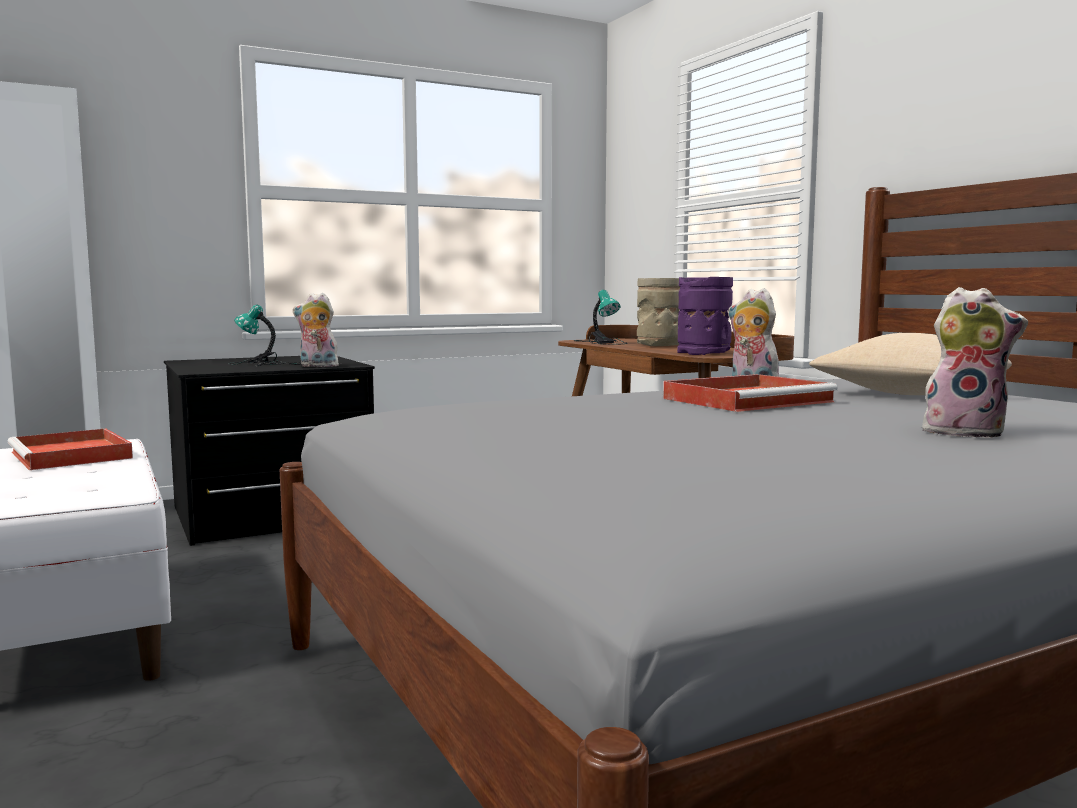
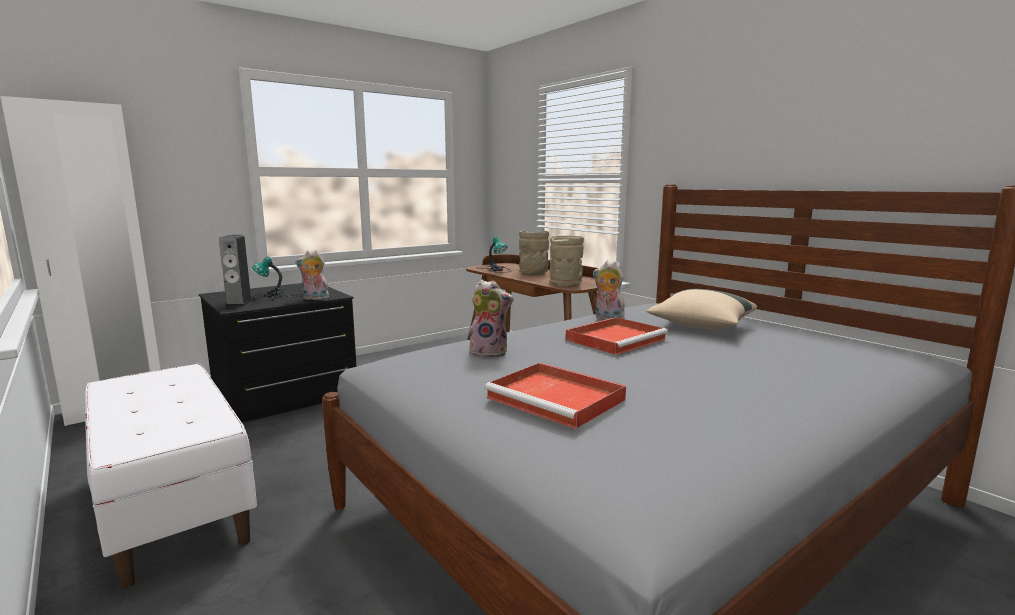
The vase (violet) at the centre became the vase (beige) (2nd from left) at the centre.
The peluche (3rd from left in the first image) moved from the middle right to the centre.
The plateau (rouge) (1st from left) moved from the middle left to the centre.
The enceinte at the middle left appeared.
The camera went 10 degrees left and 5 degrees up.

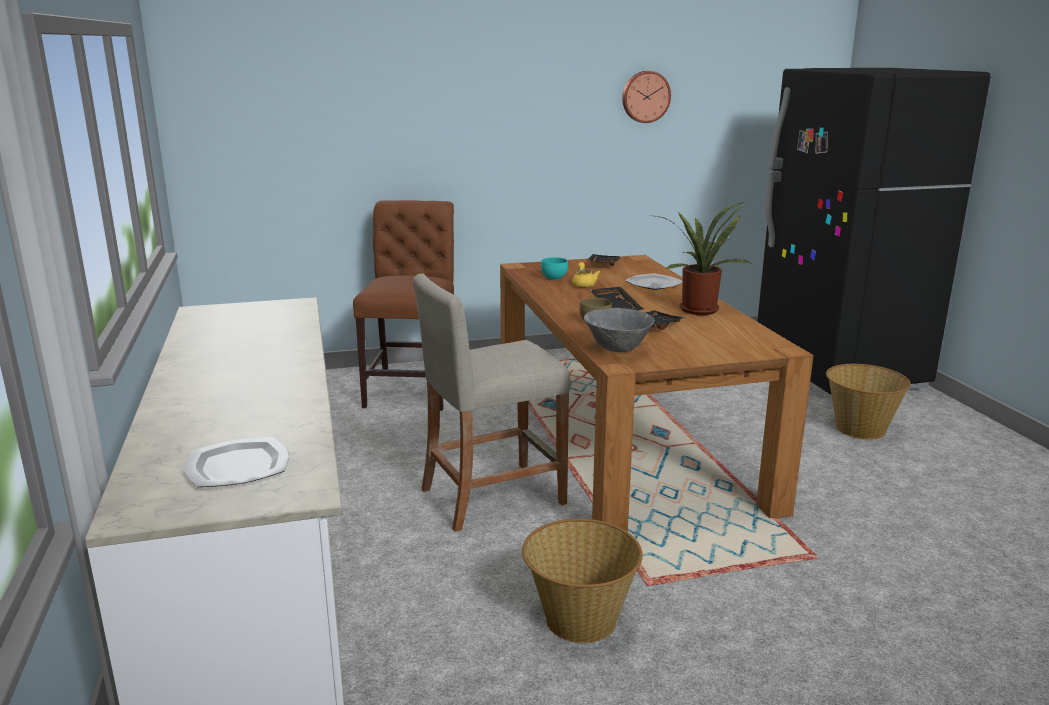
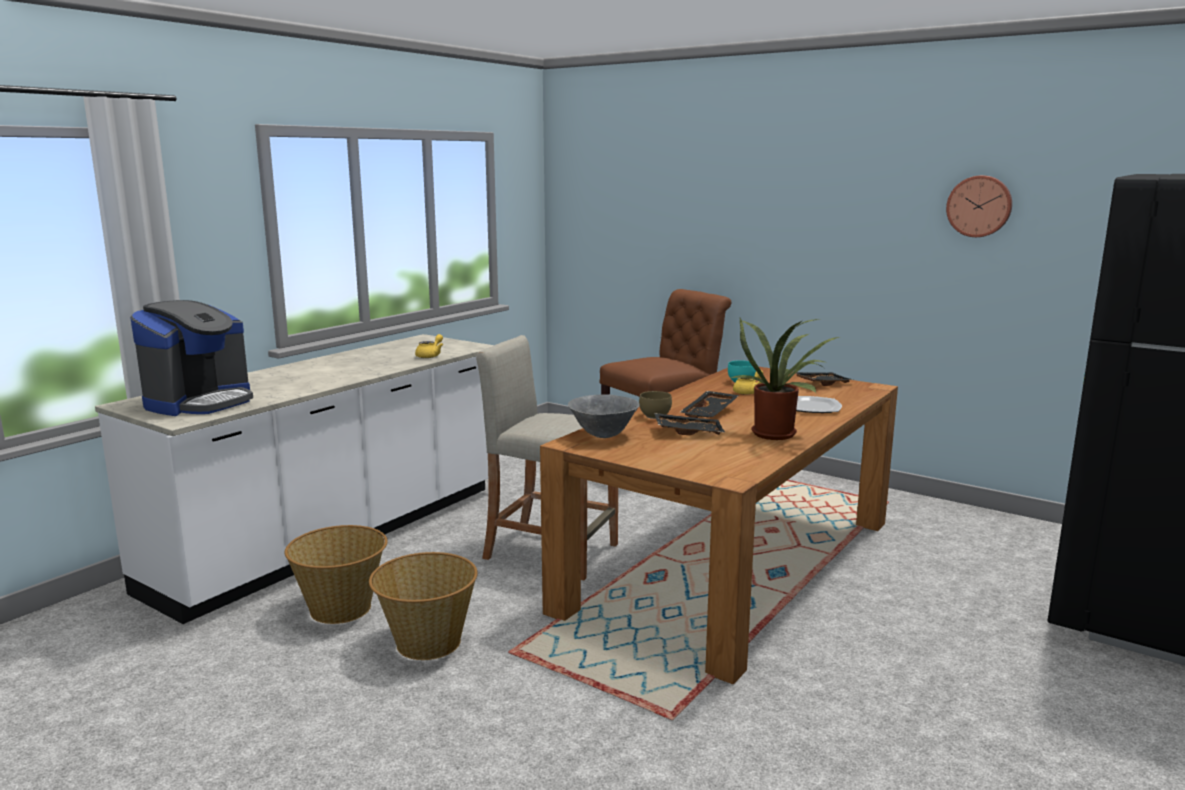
The panier (2nd from left in the first image) moved from the middle right to the bottom left.
The assiette (1st from left) at the middle left was replaced by the machine à café at the middle left.
The théière (jaune) (1st from left) at the centre appeared.
The camera went 50 degrees right and 5 degrees down.

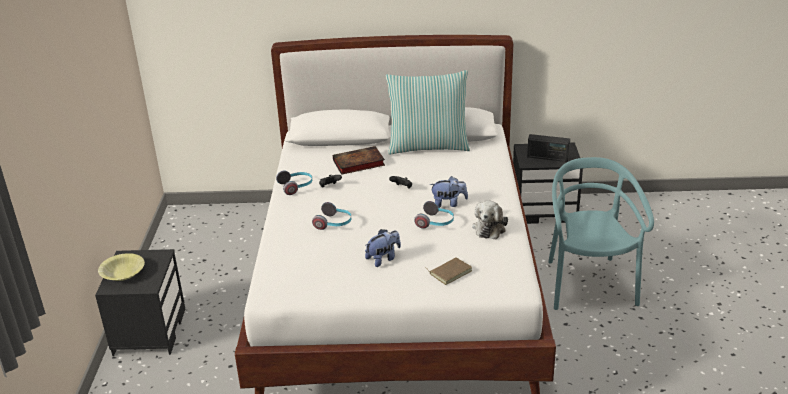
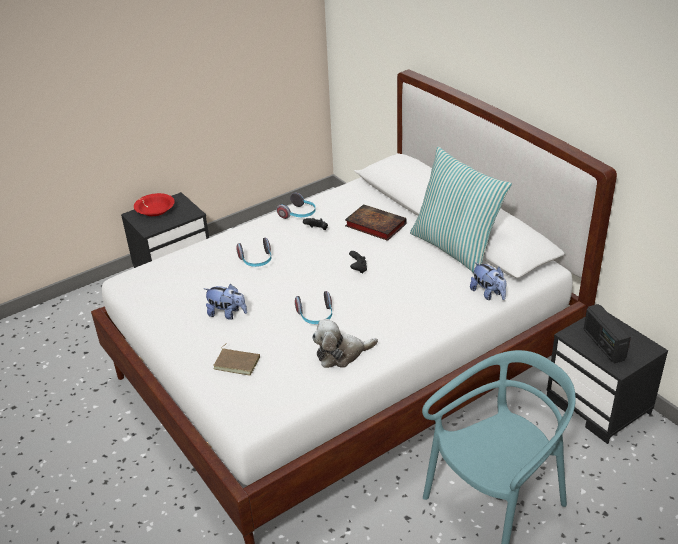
The peluche (2nd from left in the first image) moved from the centre to the middle right.
The bol (jaune) at the bottom left became the bol (rouge) at the middle left.
The camera went 55 degrees right and 5 degrees up.

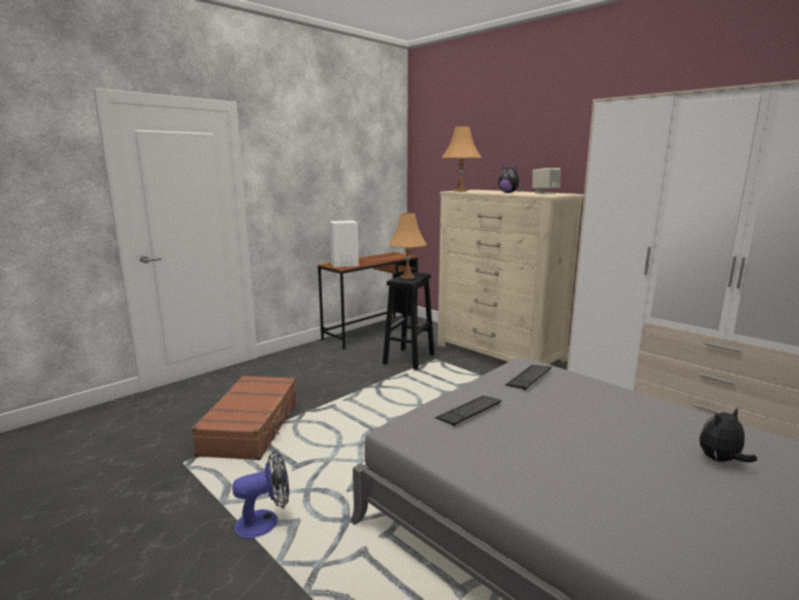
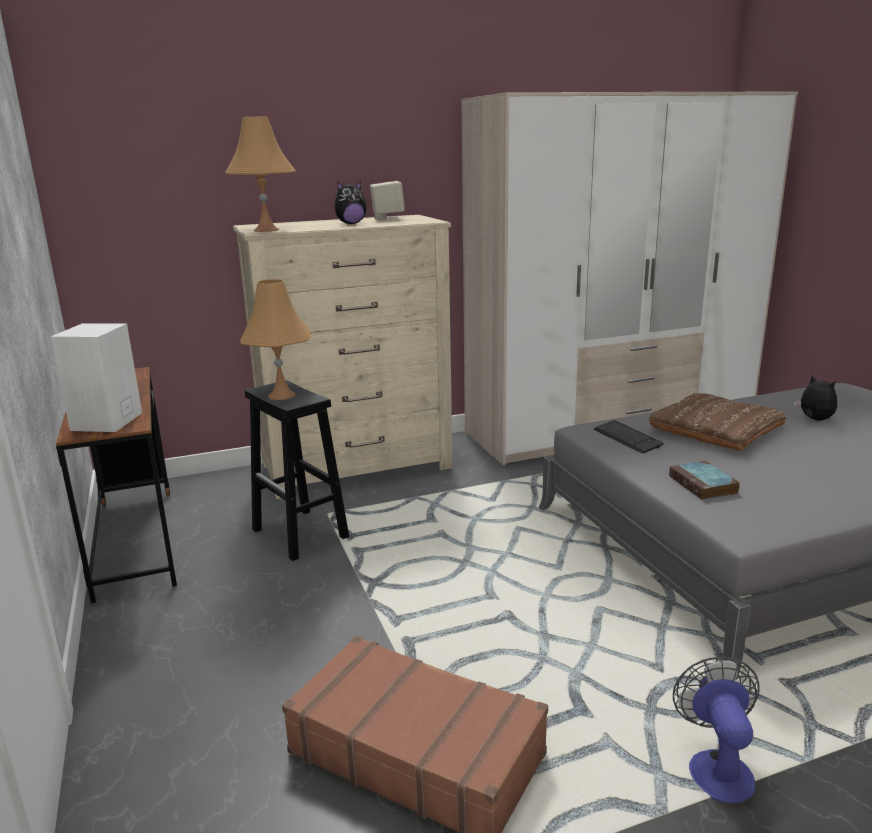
The clavier (1st from left) at the bottom centre was replaced by the livre at the middle right.
The peluche (2nd from left) at the bottom right turned 150 degrees clockwise.
The coussin (marron) at the middle right appeared.
The camera went 65 degrees left and 5 degrees up.

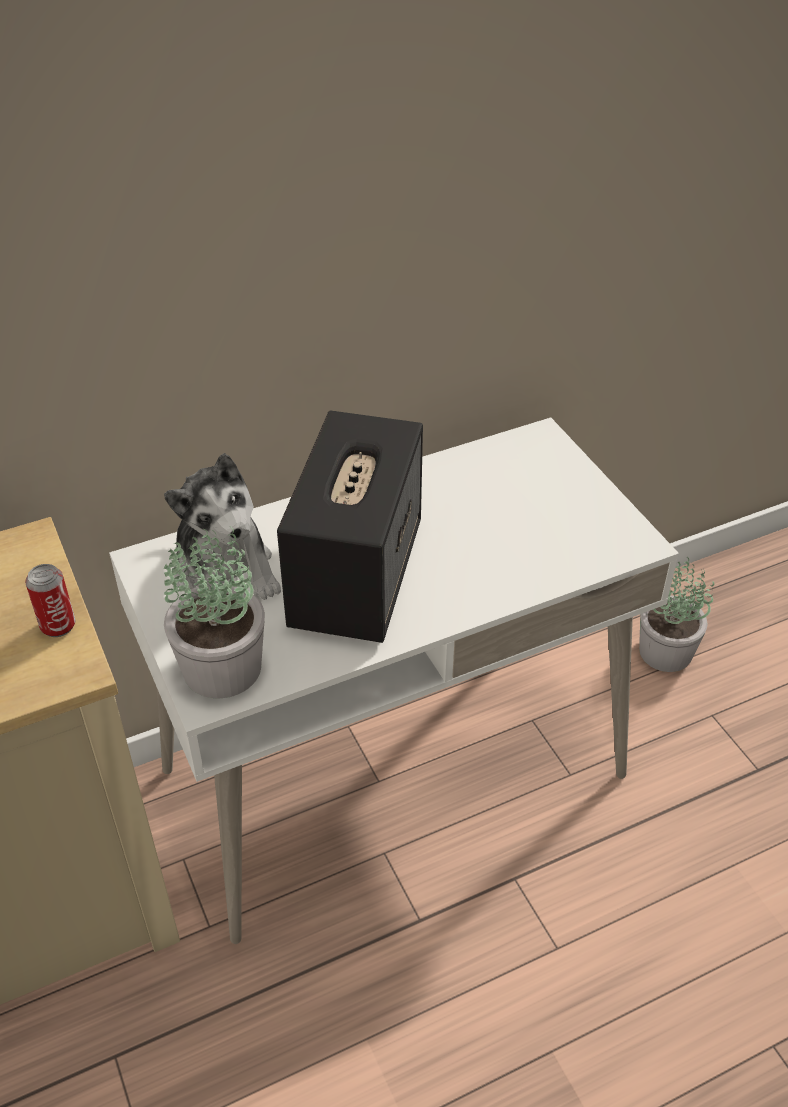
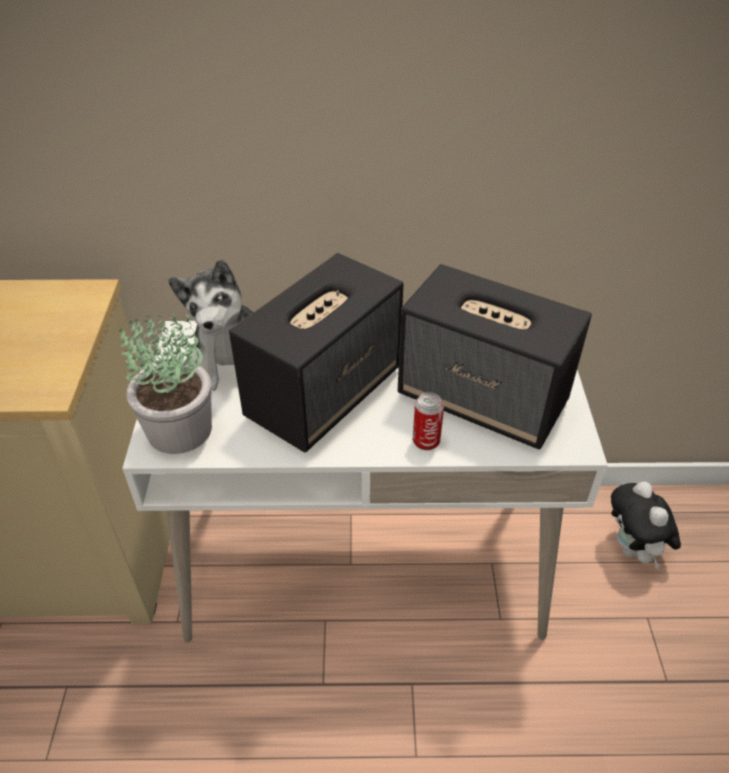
The plante en pot (2nd from left) at the middle right was replaced by the peluche (2nd from left) at the bottom right.
The boîte métallique moved from the middle left to the centre.
The enceinte (2nd from left) at the middle right appeared.
The camera went 25 degrees right and 0 degrees up.

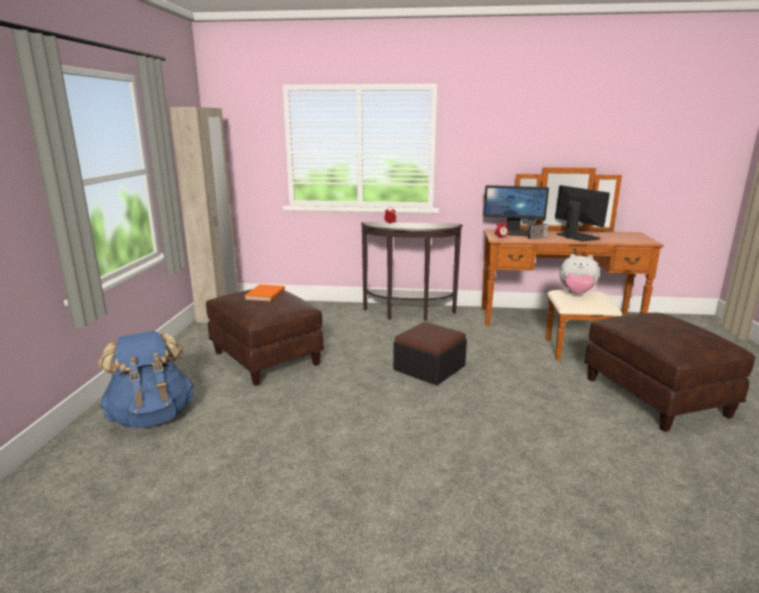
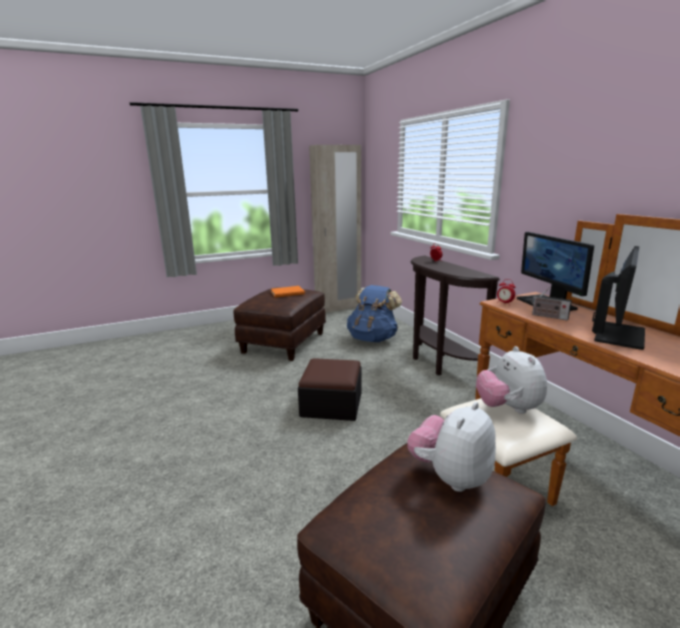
The sac à dos (bleu) moved from the middle left to the centre.
The peluche (1st from left) at the bottom centre appeared.
The camera went 60 degrees right and 0 degrees up.

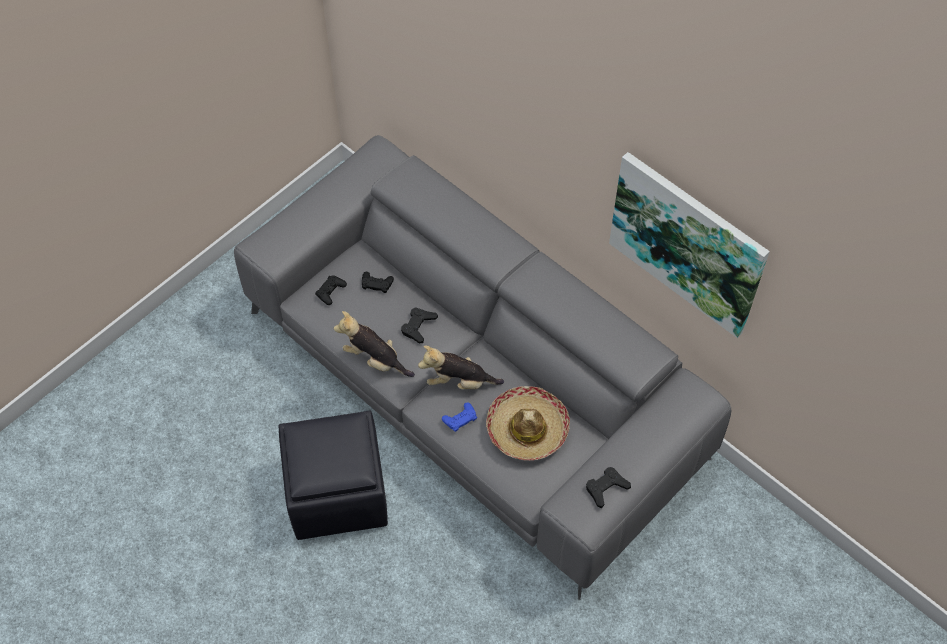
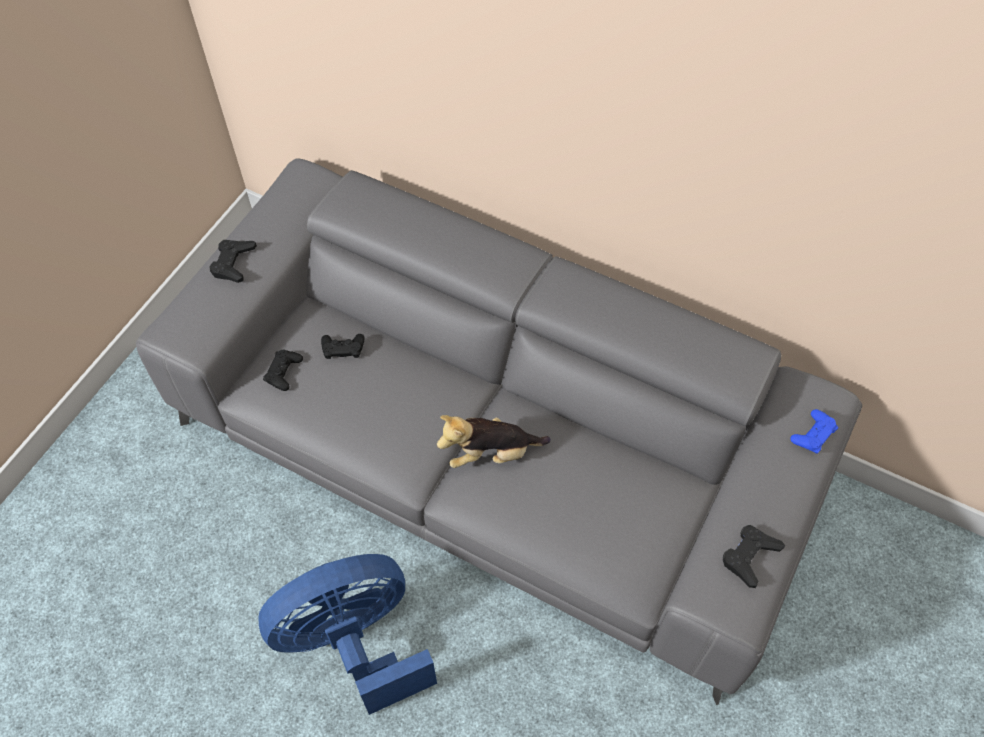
The tableau at the middle right disappeared.
The manette (noir) (3rd from left in the first image) moved from the centre to the middle left.
The peluche (1st from left) at the centre disappeared.
The chapeau at the centre disappeared.
The manette (bleu) moved from the centre to the middle right.
The pouf (noir) at the bottom centre was replaced by the ventilateur (bleu) at the bottom centre.
The camera went 15 degrees left and 0 degrees up.

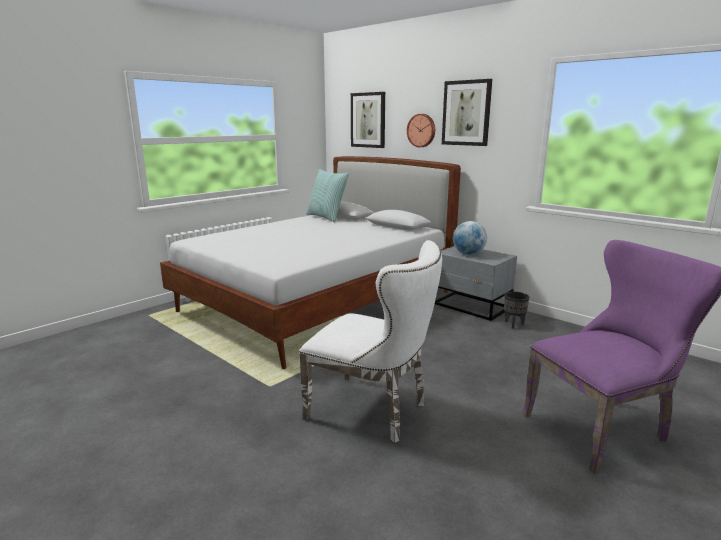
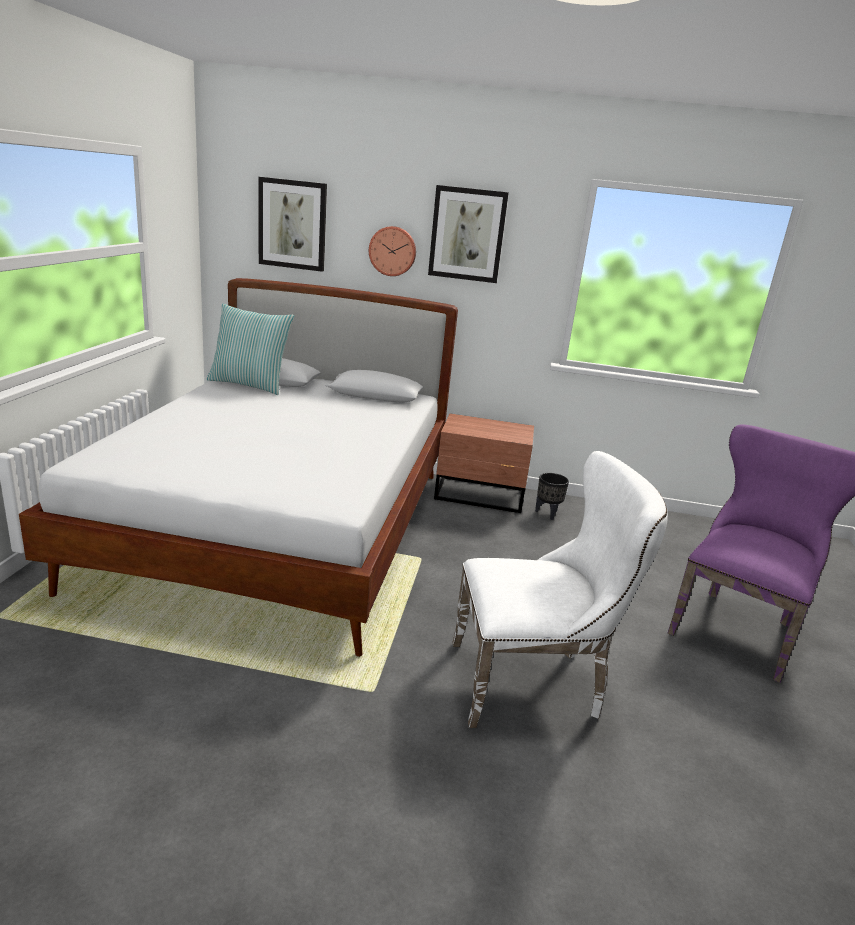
The globe at the centre disappeared.
The table de chevet (gris) at the centre became the table de chevet (marron) at the centre.
The camera went 35 degrees left and 5 degrees up.

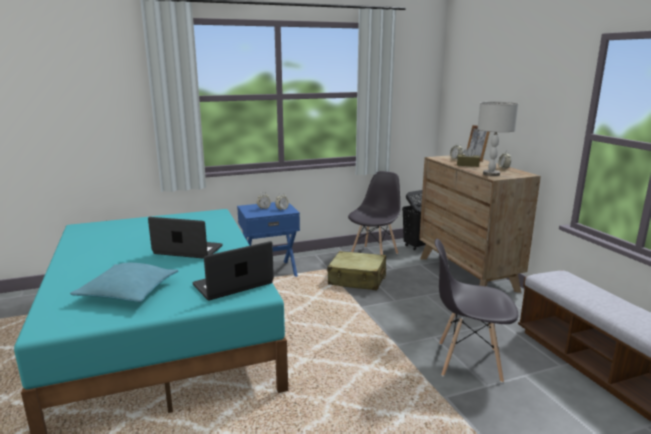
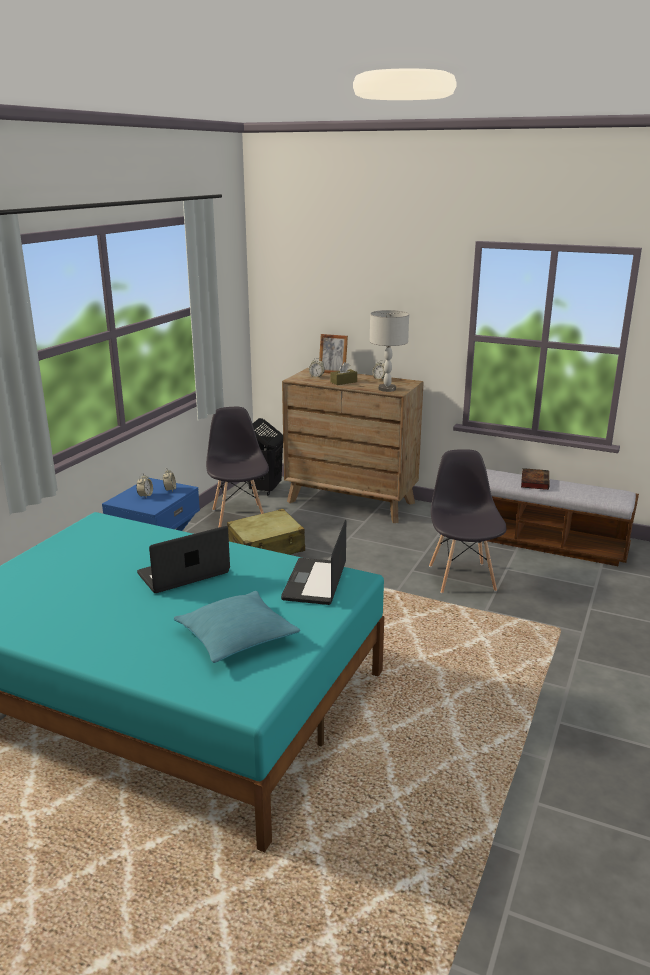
The chaise (gris) (2nd from left) at the bottom right turned 120 degrees clockwise.
The livre at the middle right appeared.
The camera went 45 degrees left and 5 degrees up.

